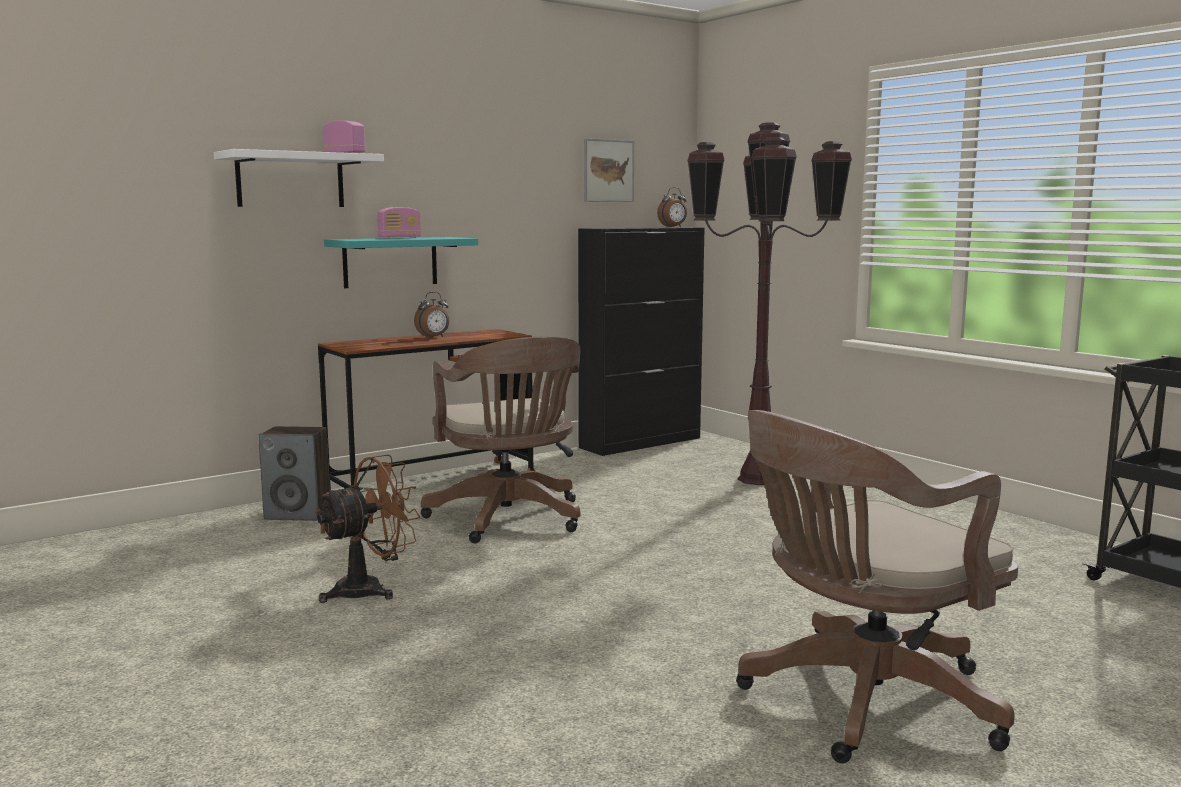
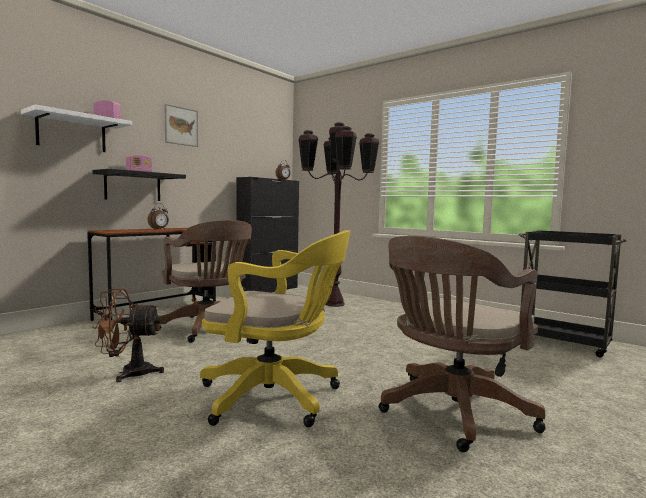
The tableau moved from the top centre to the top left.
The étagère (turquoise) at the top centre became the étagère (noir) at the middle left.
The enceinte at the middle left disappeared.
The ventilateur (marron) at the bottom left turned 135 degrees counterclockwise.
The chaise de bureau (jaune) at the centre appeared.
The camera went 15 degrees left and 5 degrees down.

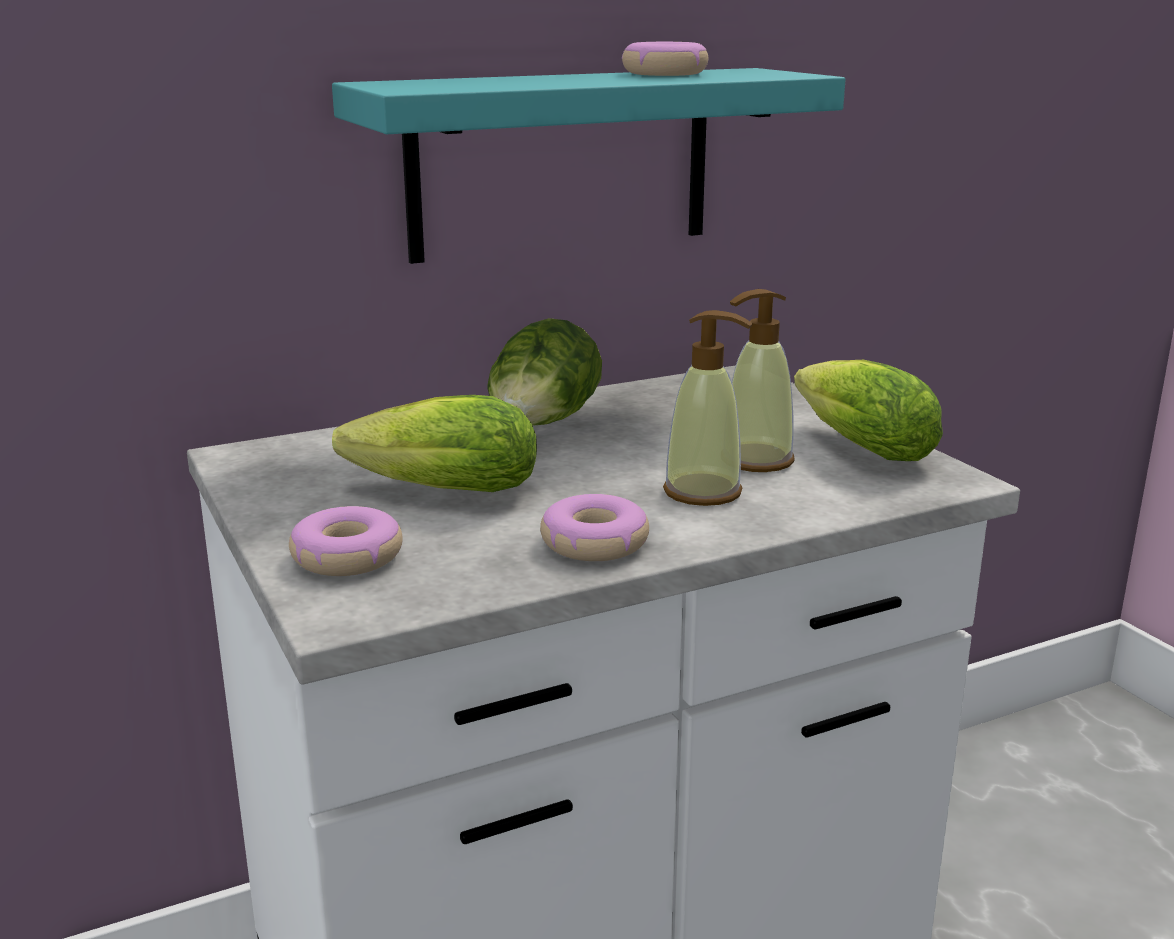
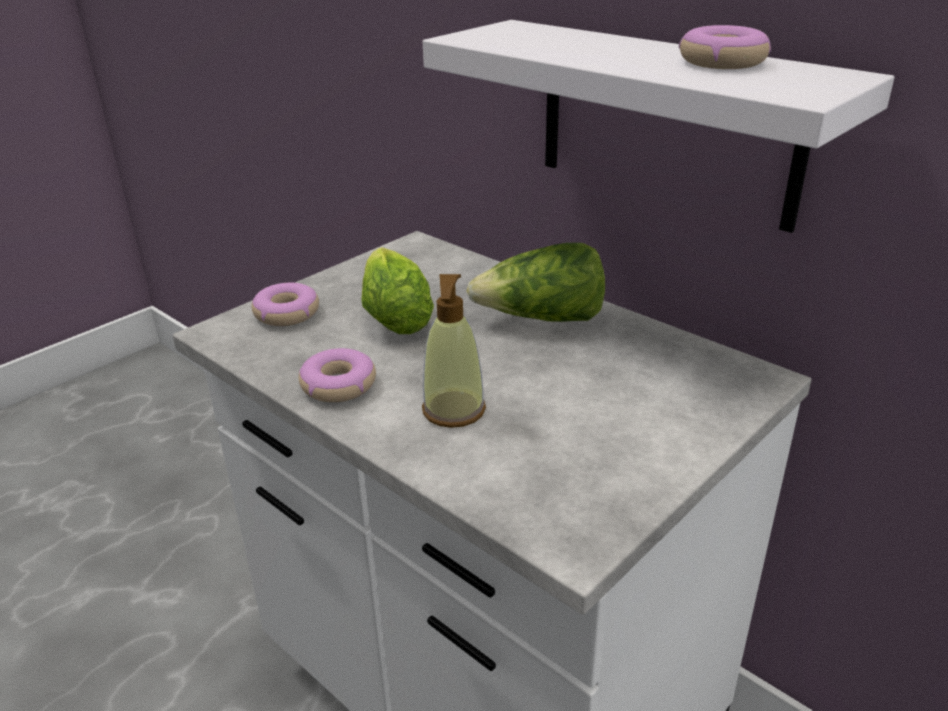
The étagère (turquoise) at the top centre became the étagère (blanc) at the top right.
The distributeur de savon (2nd from left) at the centre disappeared.
The laitue (3rd from left) at the middle right disappeared.
The camera went 70 degrees right and 10 degrees up.

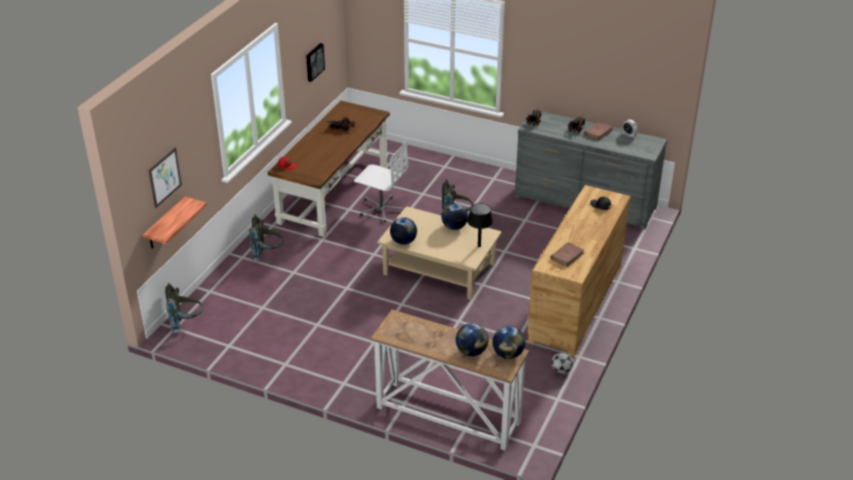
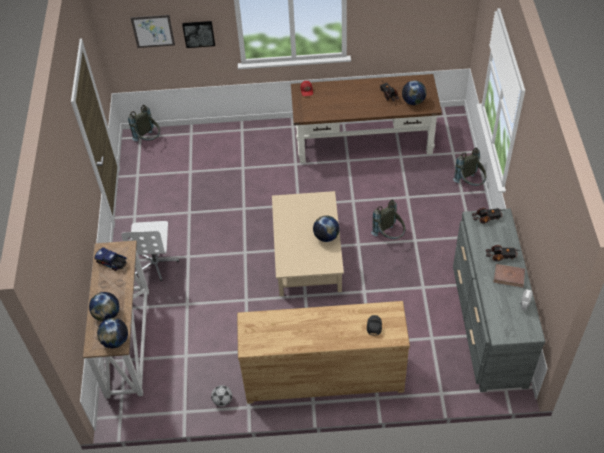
The tableau (2nd from left) moved from the top centre to the top left.
The chaise de bureau (blanc) moved from the centre to the middle left.
The étagère at the middle left disappeared.
The lampe de table (noir) at the centre disappeared.
The sac à dos (gris) (2nd from left in the first image) moved from the middle left to the middle right.
The globe (1st from left in the first image) moved from the centre to the top right.
The livre (marron) (1st from left) at the centre disappeared.
The camion jouet (1st from left) at the middle left appeared.
The camera went 65 degrees right and 15 degrees up.

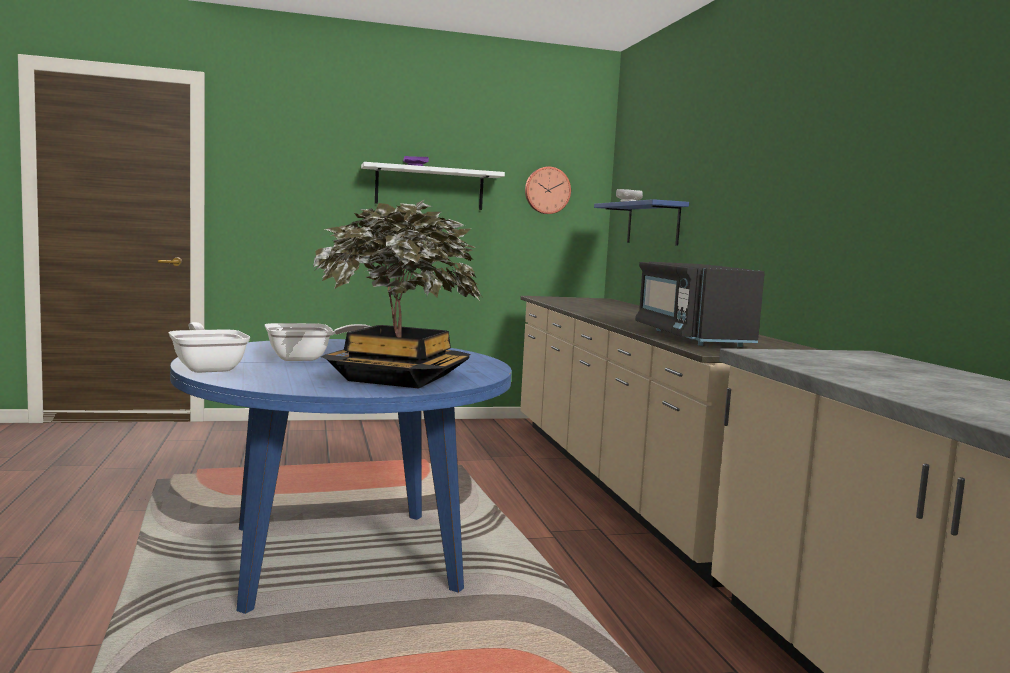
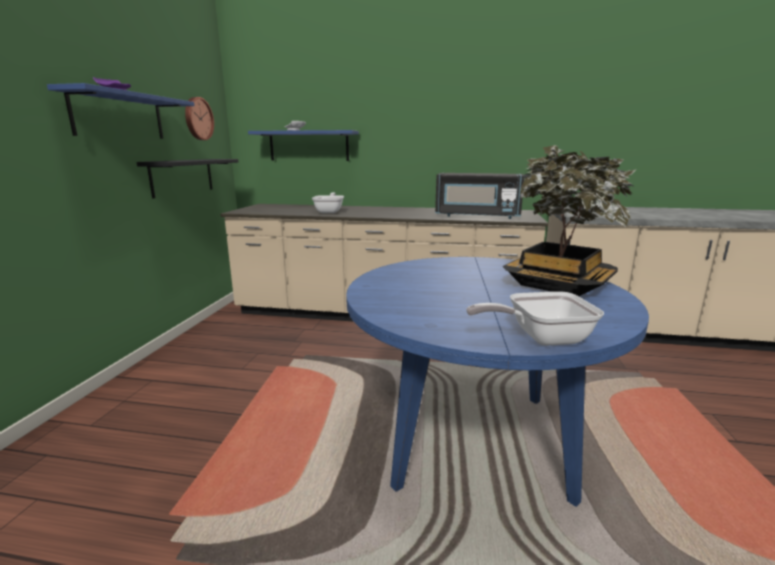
The étagère (blanc) at the top centre became the étagère (bleu) (1st from left) at the top left.
The poêle (2nd from left in the first image) moved from the middle left to the centre.
The étagère (noir) at the top left appeared.
The camera went 65 degrees left and 10 degrees up.

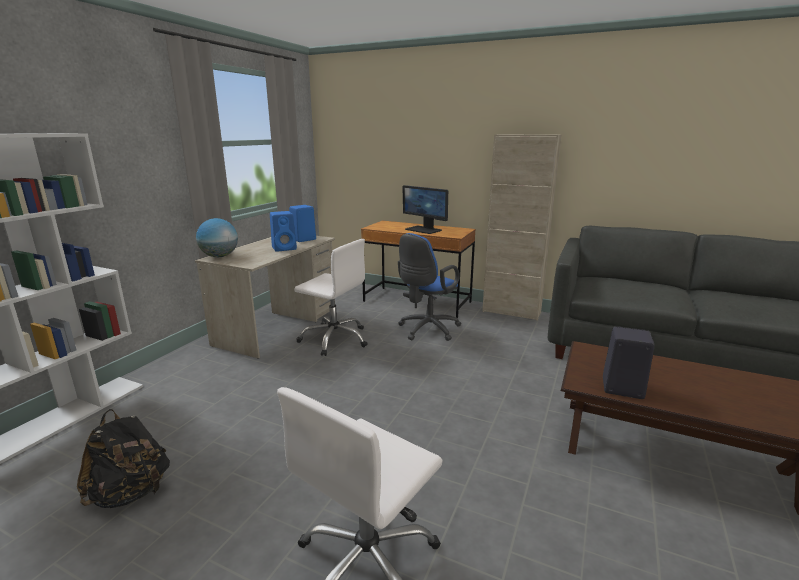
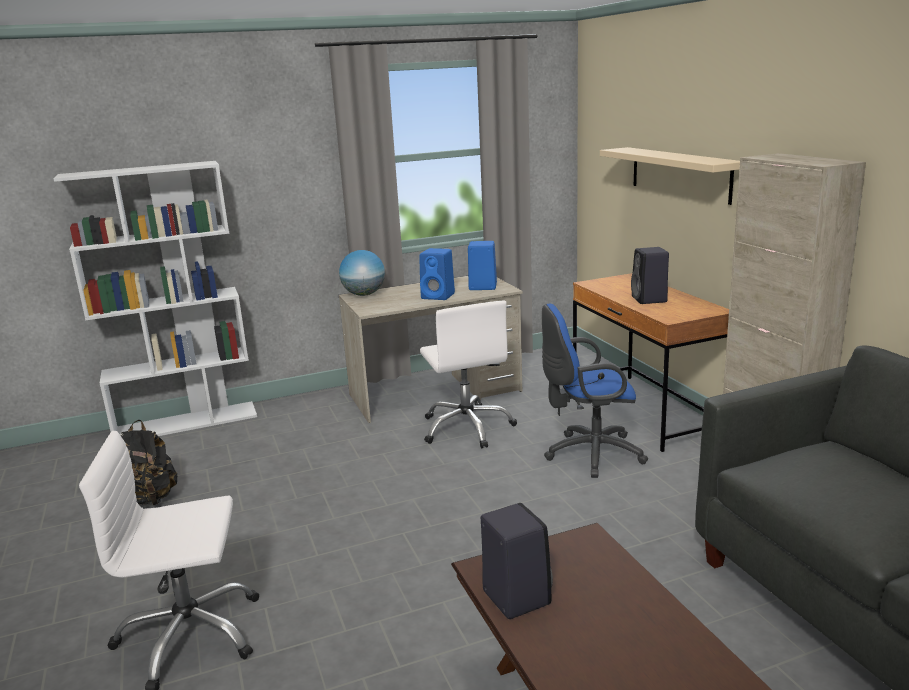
The écran d'ordinateur at the centre was replaced by the enceinte (noir) (2nd from left) at the middle right.
The étagère (beige) at the top right appeared.
The camera went 45 degrees right and 0 degrees up.

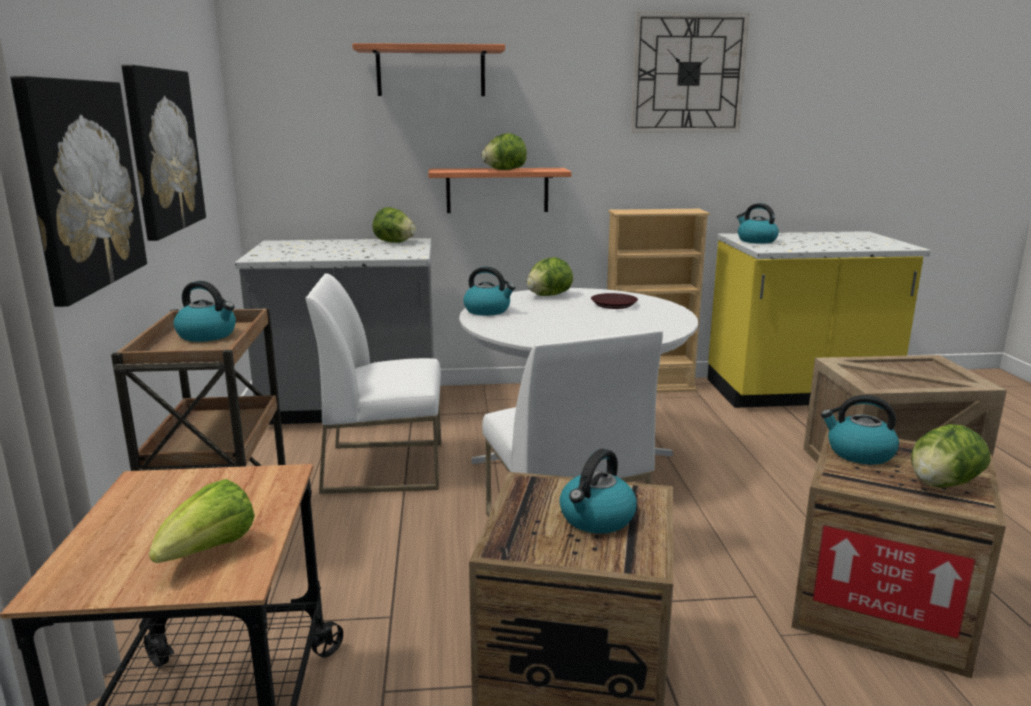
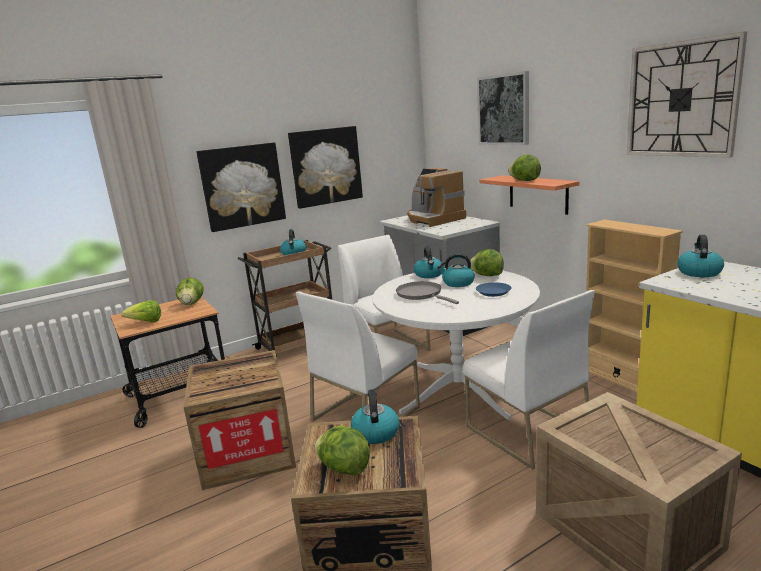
The étagère (1st from left) at the top centre was replaced by the tableau (3rd from left) at the top centre.
The laitue (2nd from left) moved from the top centre to the middle left.
The assiette (marron) at the centre became the assiette (bleu) at the centre.
The bouilloire (3rd from left in the first image) moved from the bottom centre to the centre.
The machine à café at the centre appeared.
The poêle (gris) at the centre appeared.
The chaise (blanc) (3rd from left) at the middle right appeared.
The camera went 65 degrees right and 0 degrees up.

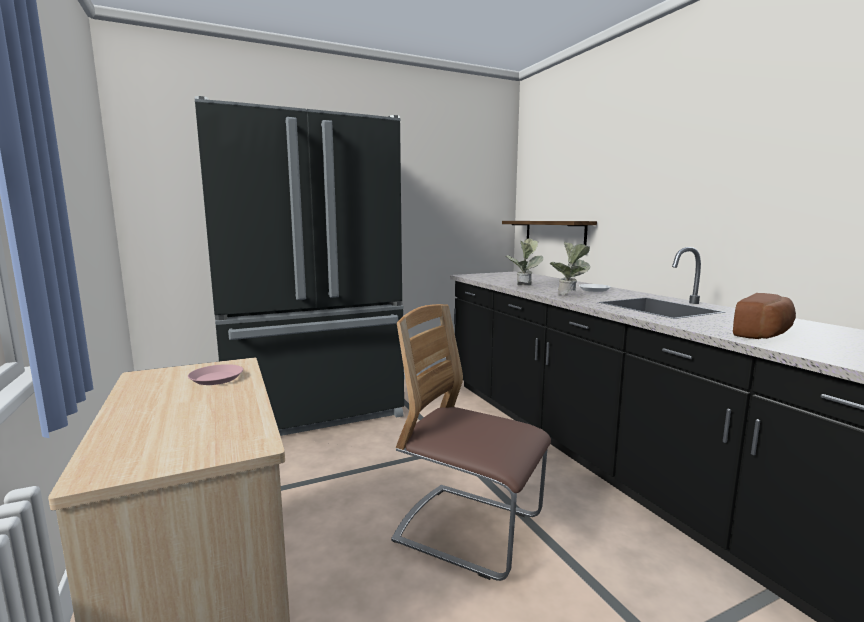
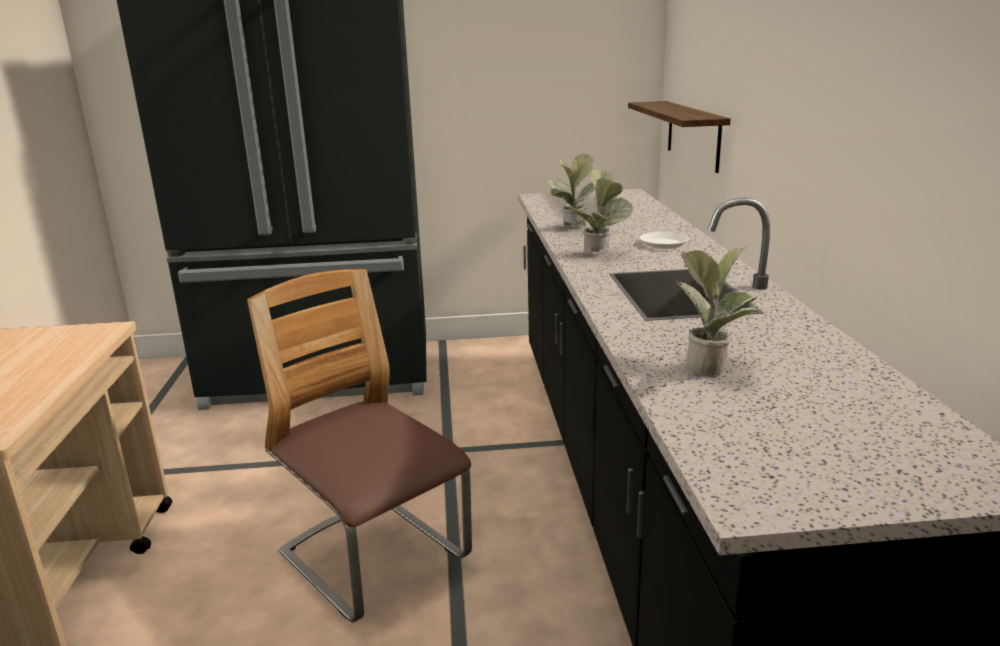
The pain at the middle right was replaced by the plante en pot (3rd from left) at the middle right.
The assiette (rose) at the middle left disappeared.
The camera went 20 degrees right and 10 degrees up.

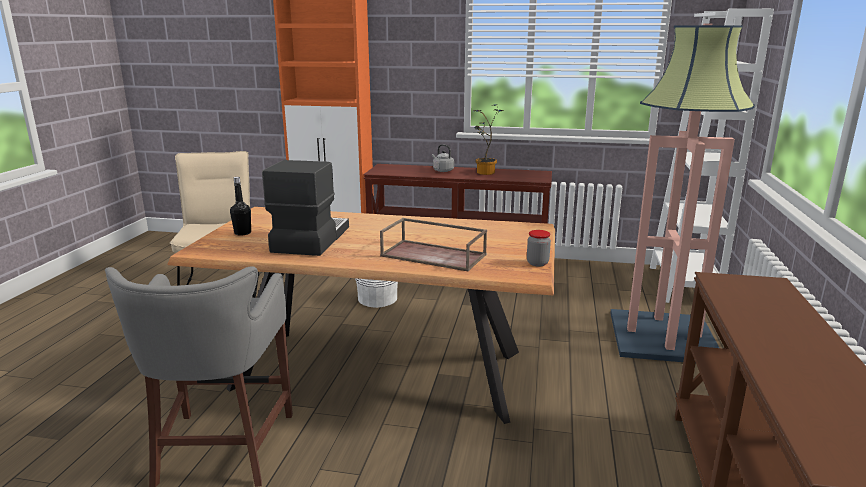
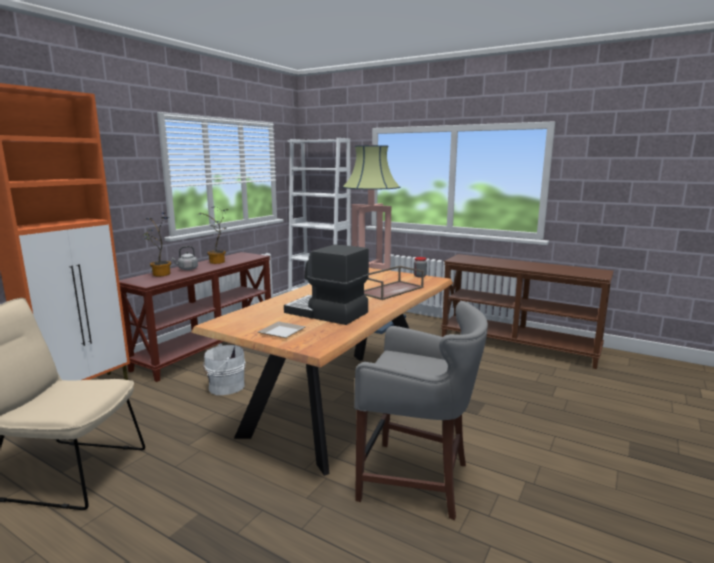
The bouteille (noir) at the middle left was replaced by the assiette at the centre.
The plante en pot (1st from left) at the middle left appeared.
The camera went 70 degrees left and 5 degrees down.

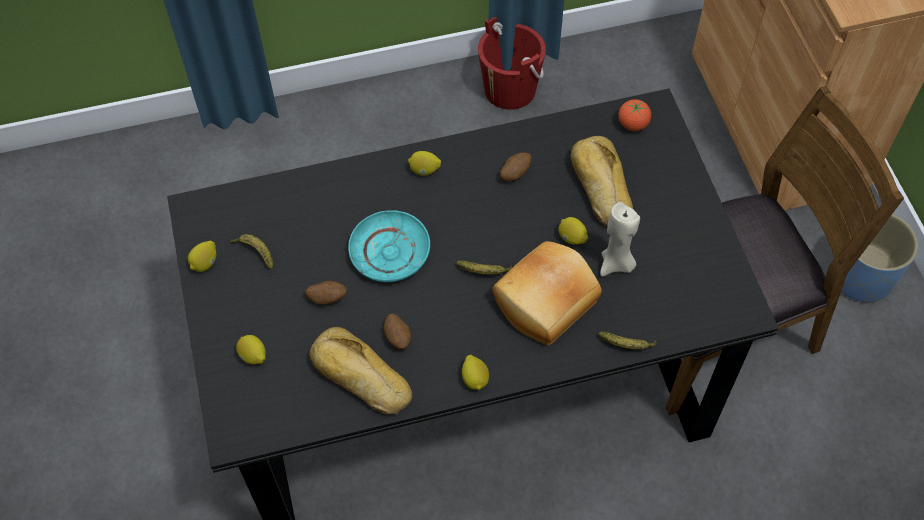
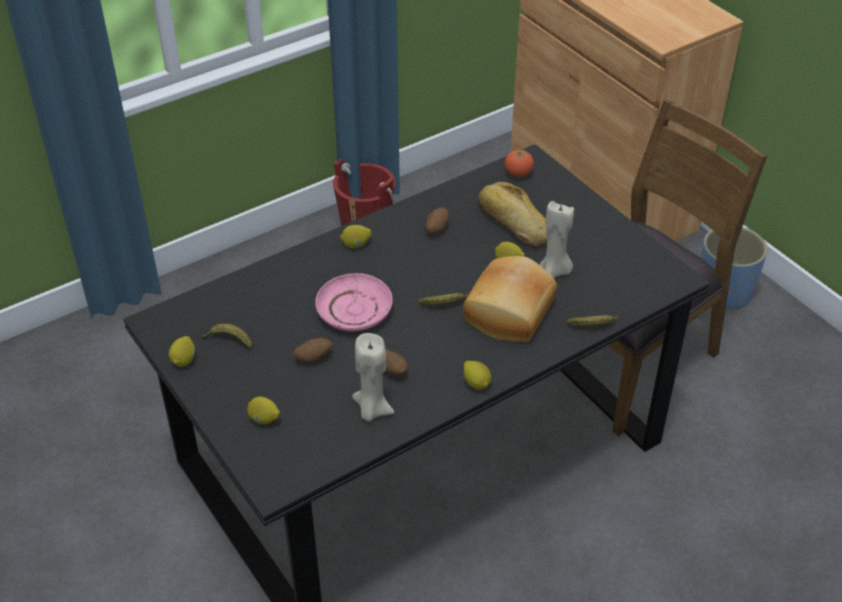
The assiette (turquoise) at the centre became the assiette (rose) at the centre.
The pain (1st from left) at the bottom centre was replaced by the bougie (beige) (1st from left) at the centre.
The camera went 20 degrees left and 15 degrees down.

